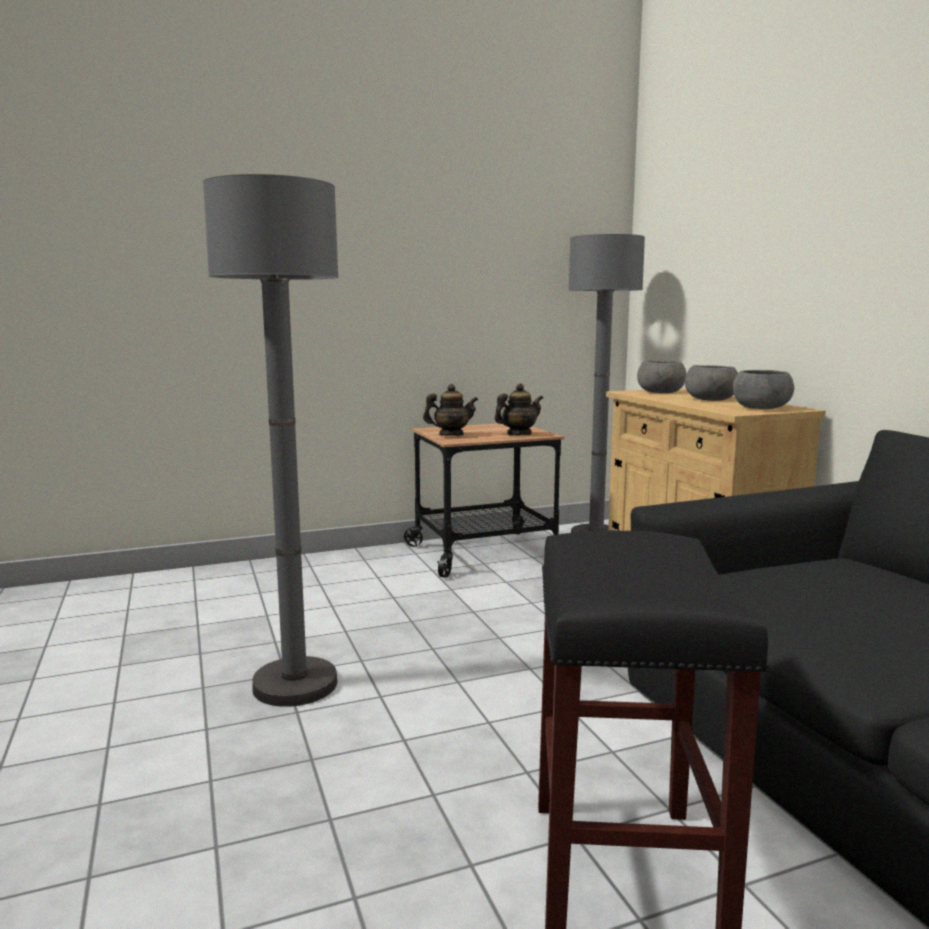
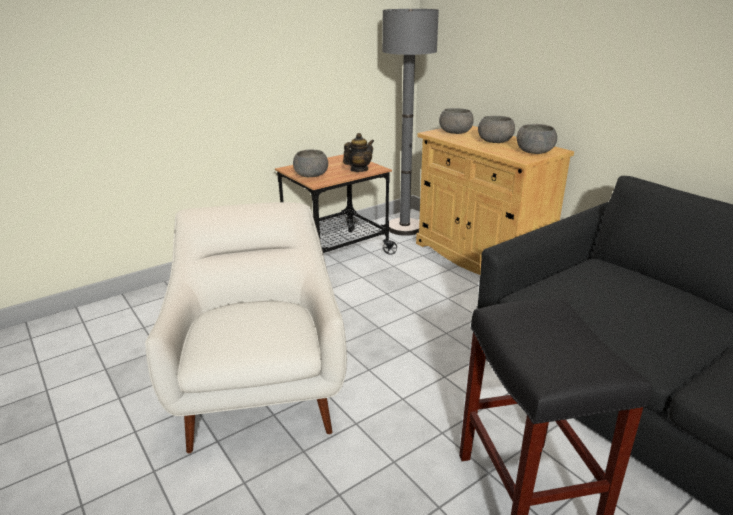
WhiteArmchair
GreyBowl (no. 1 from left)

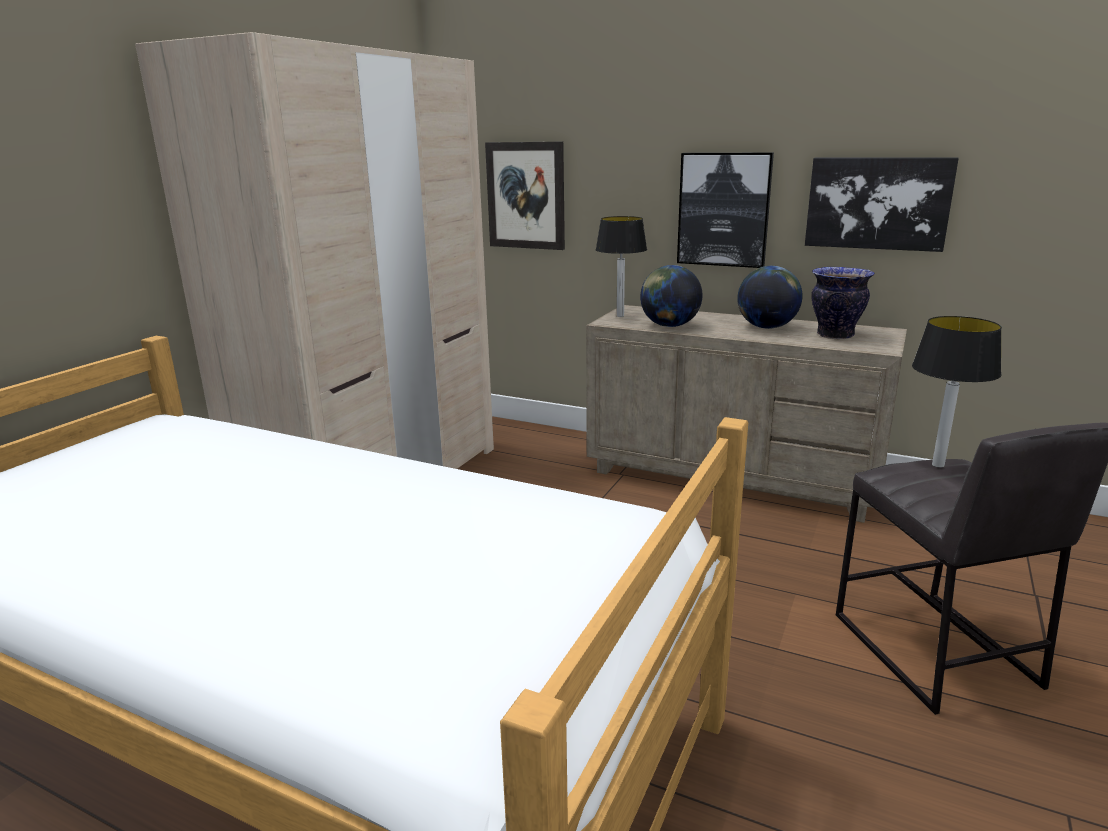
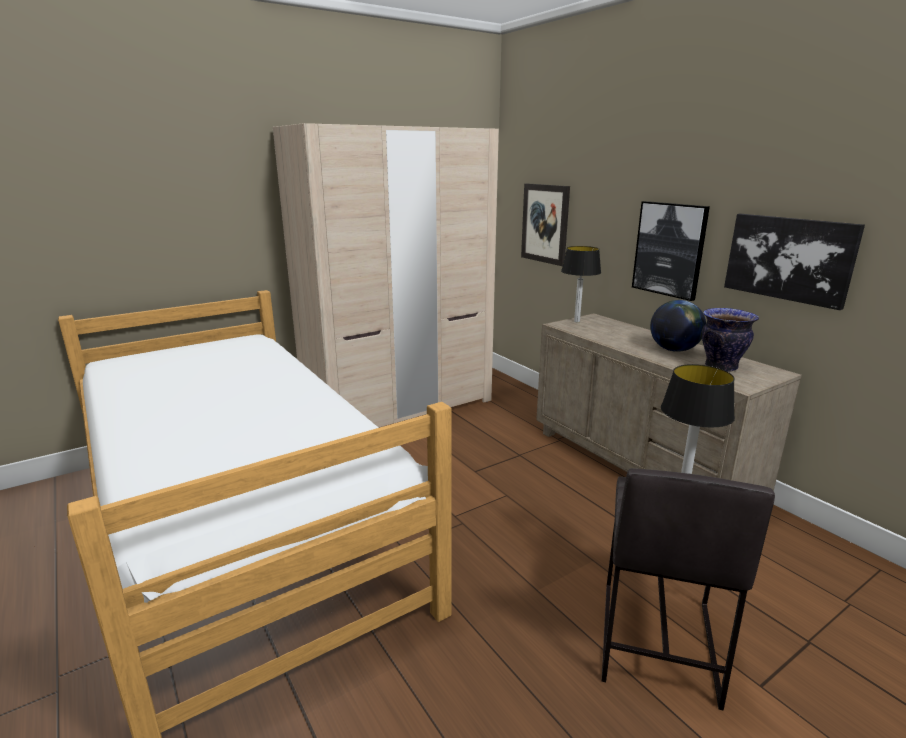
Globe (no. 1 from left in the first image)

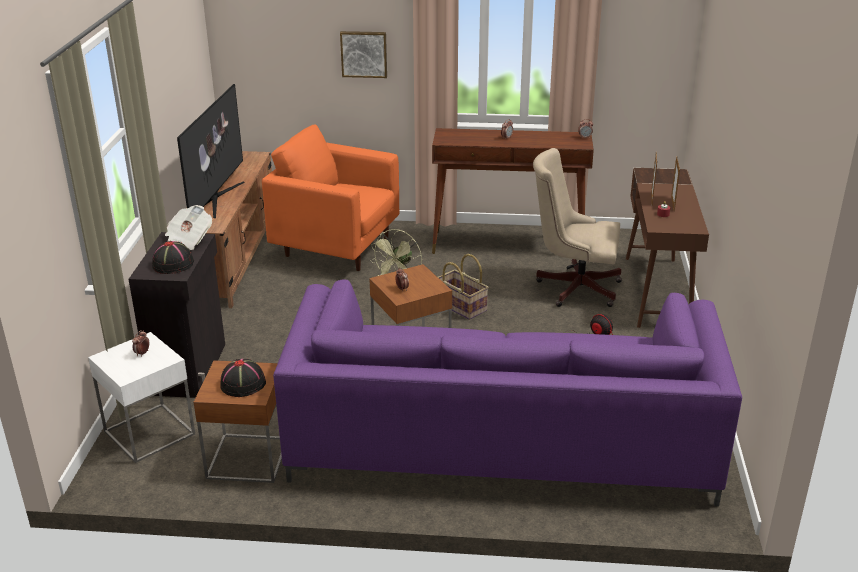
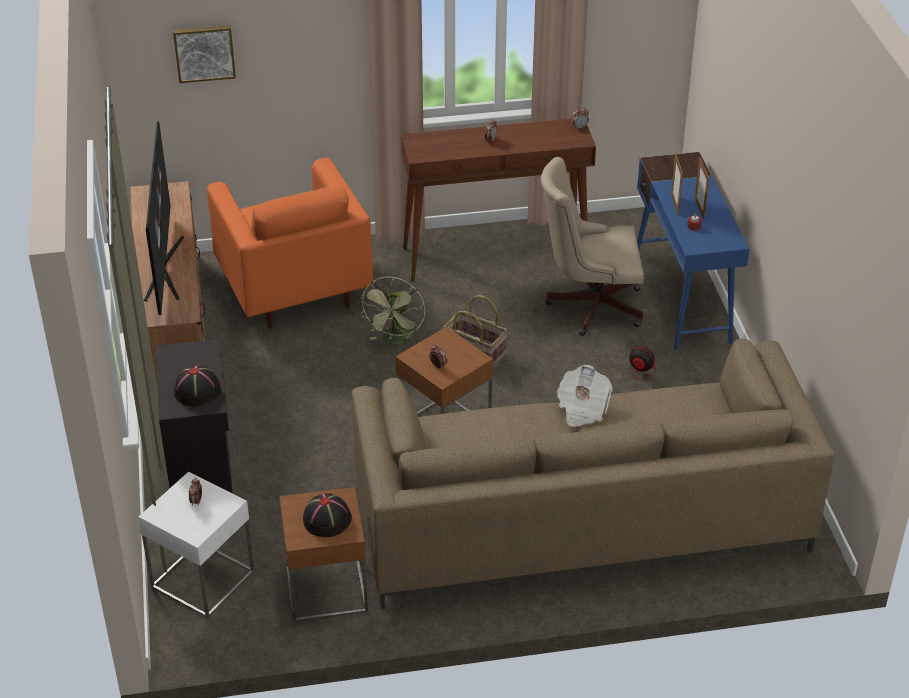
Newspaper
Picture
BrownSofa
BlueDesk
OrangeArmchair

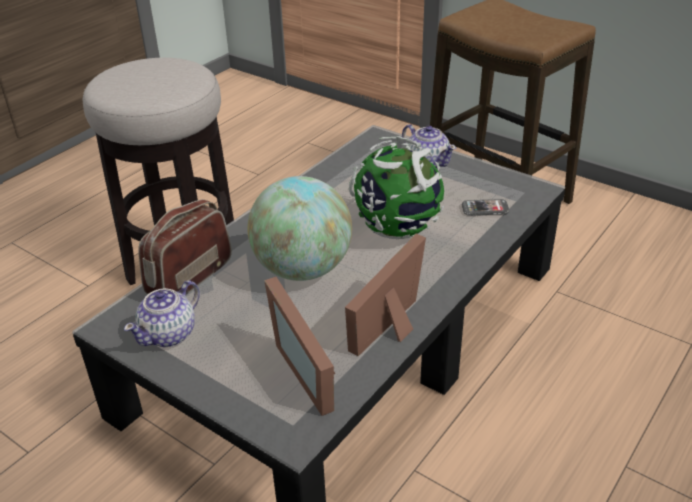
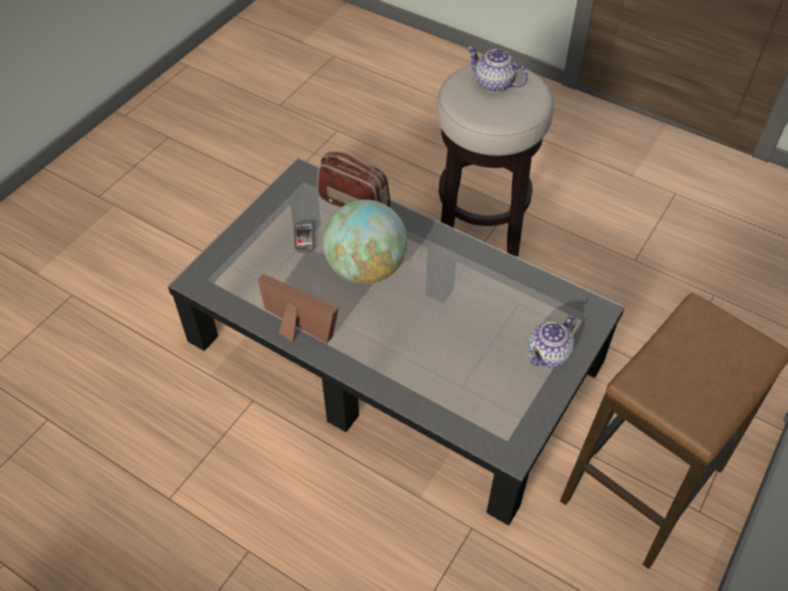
PictureFrame (no. 1 from left in the first image)
Globe (no. 2 from left in the first image)
Teapot (no. 1 from left)
Phone

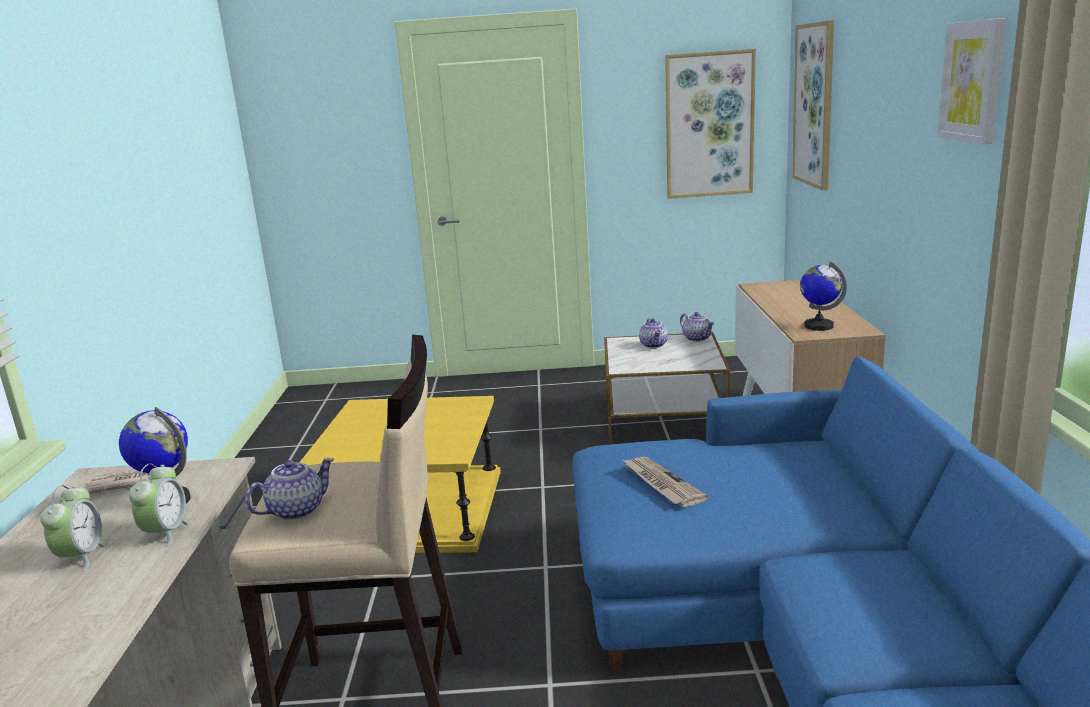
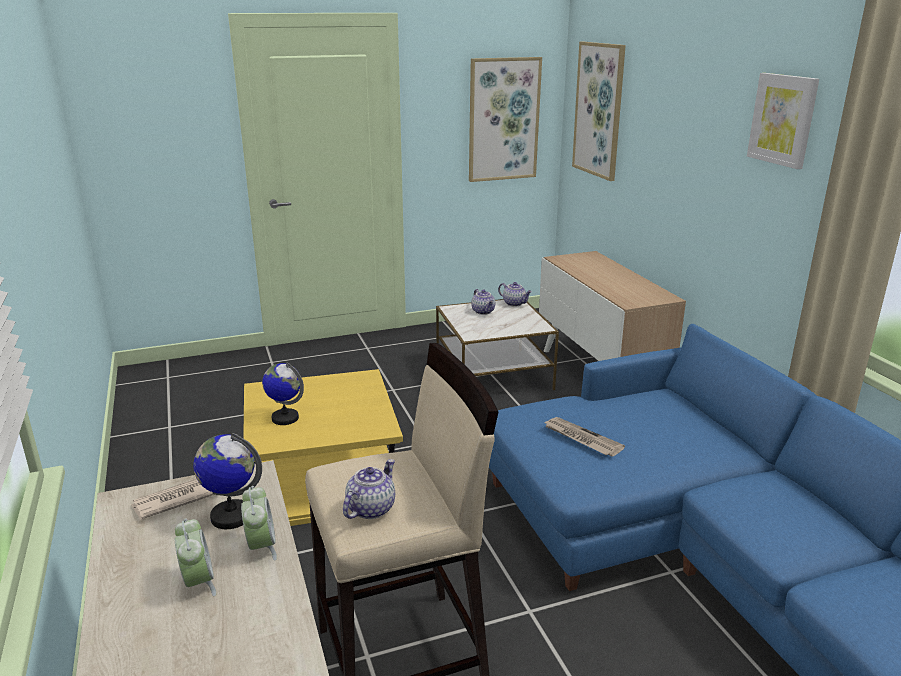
Globe (no. 2 from left)

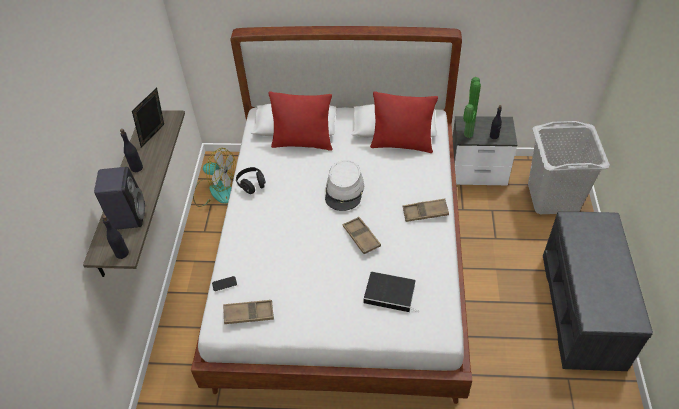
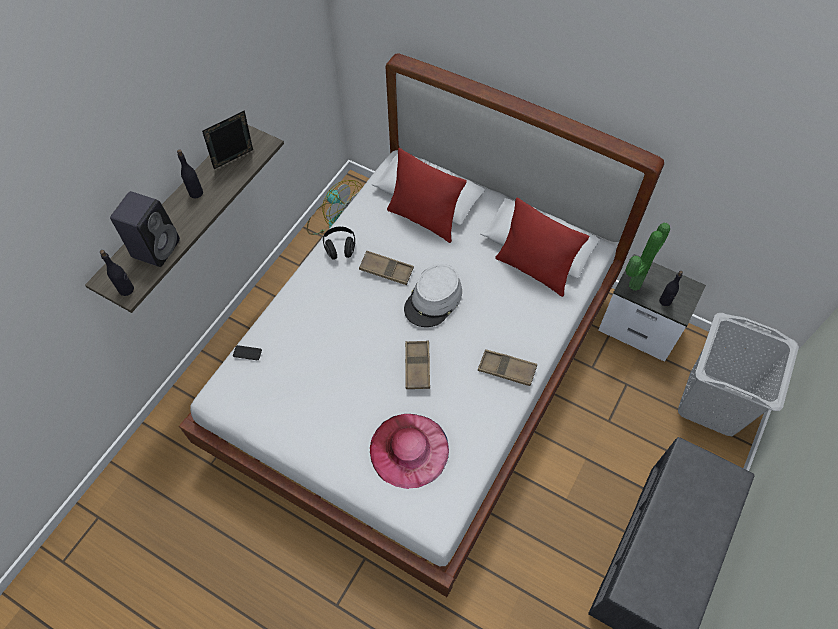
BrownTray (no. 1 from left)
PinkHat

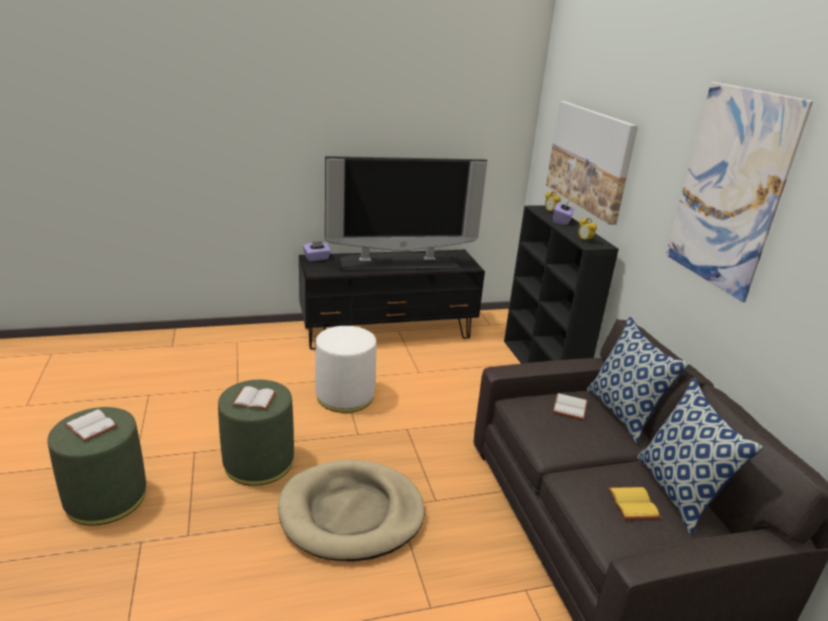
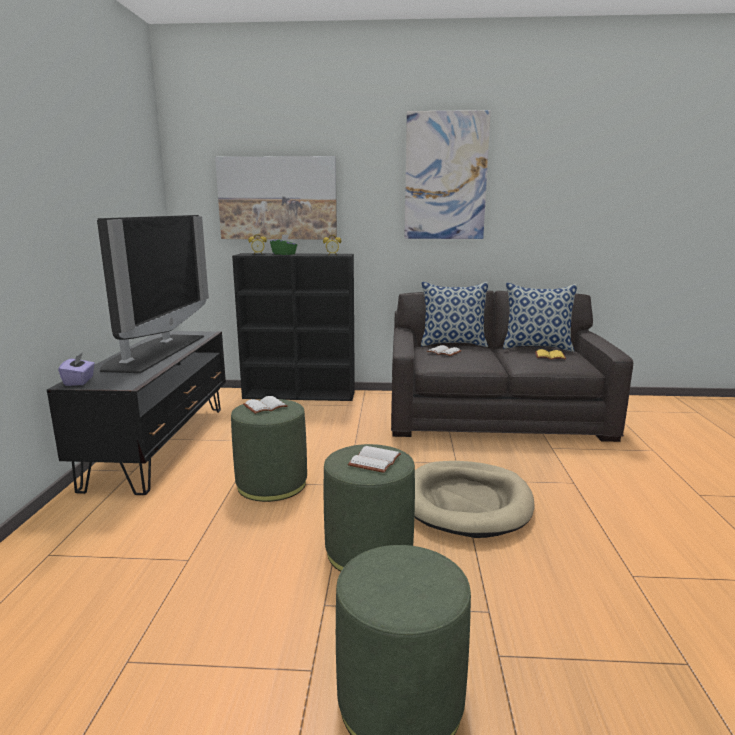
WhiteBook (no. 1 from left)
GreenOttoman (no. 1 from left)
GreenTissueBox

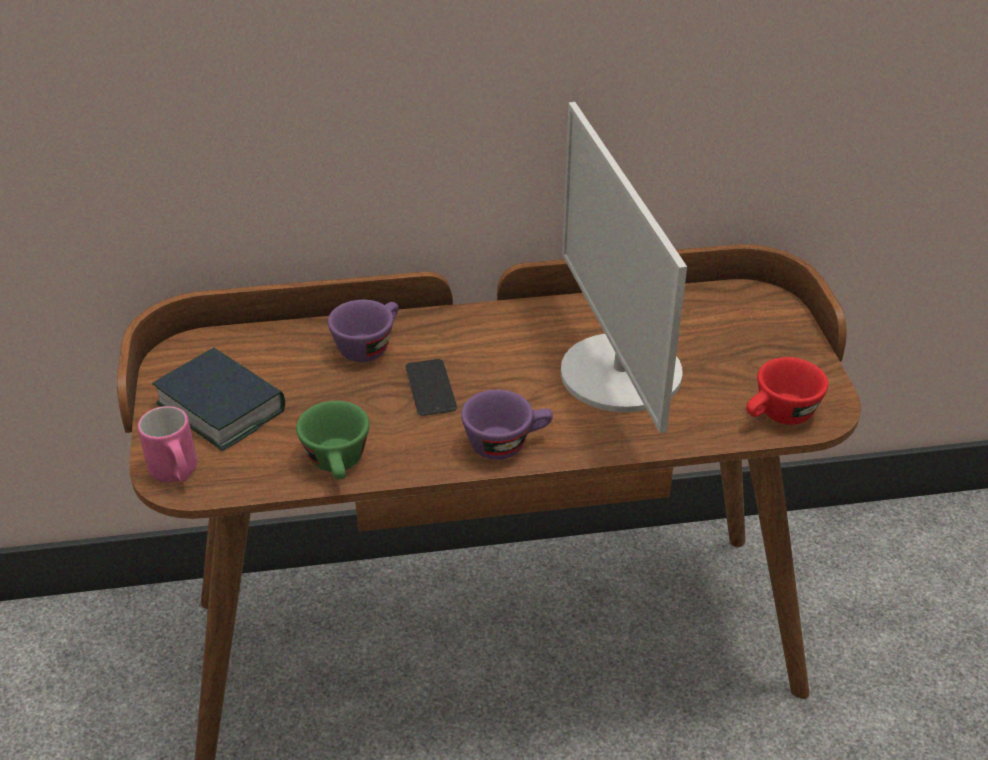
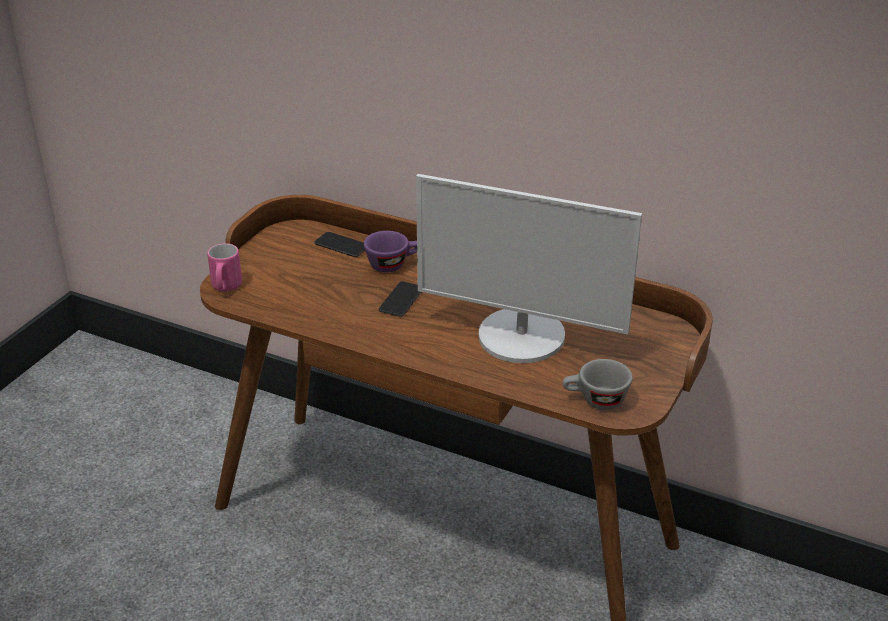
Book
GreenCup
PurpleCup (no. 2 from left in the first image)
Phone (no. 1 from left)
GreyCup
Monitor

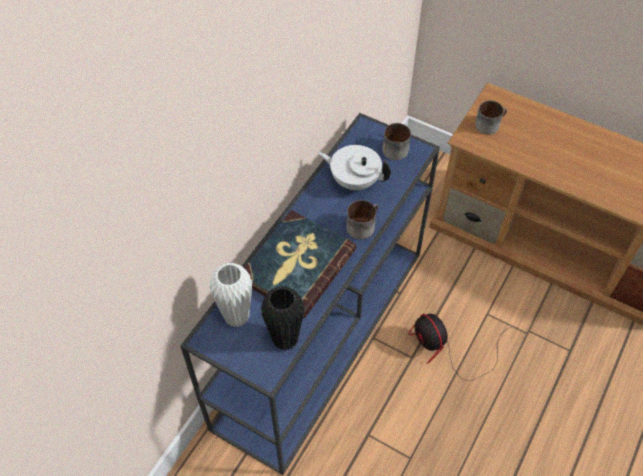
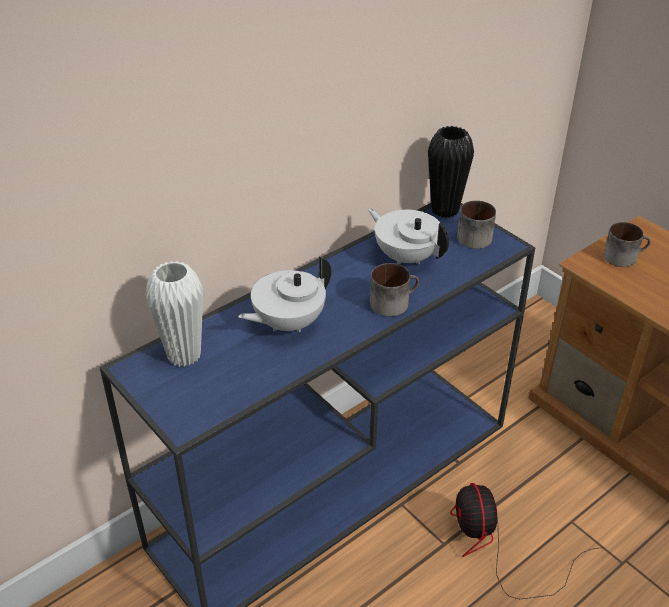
BlackVase
WhiteTeapot (no. 1 from left)

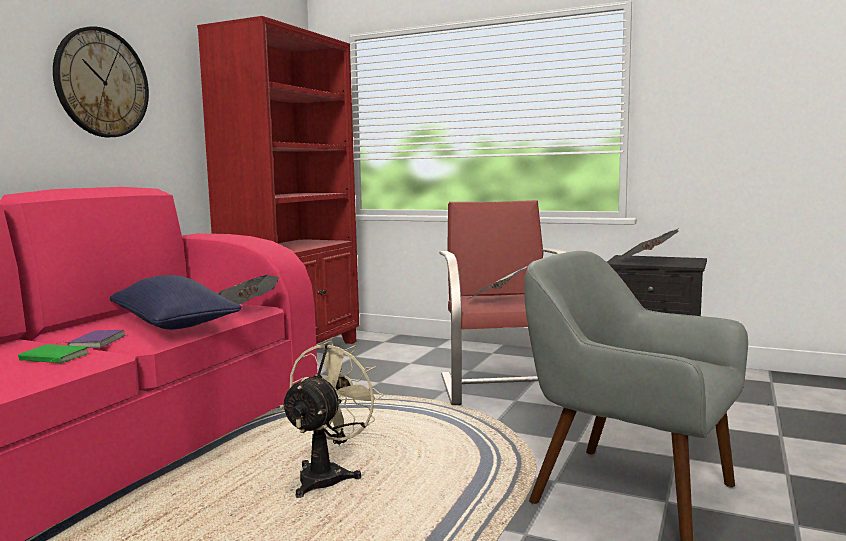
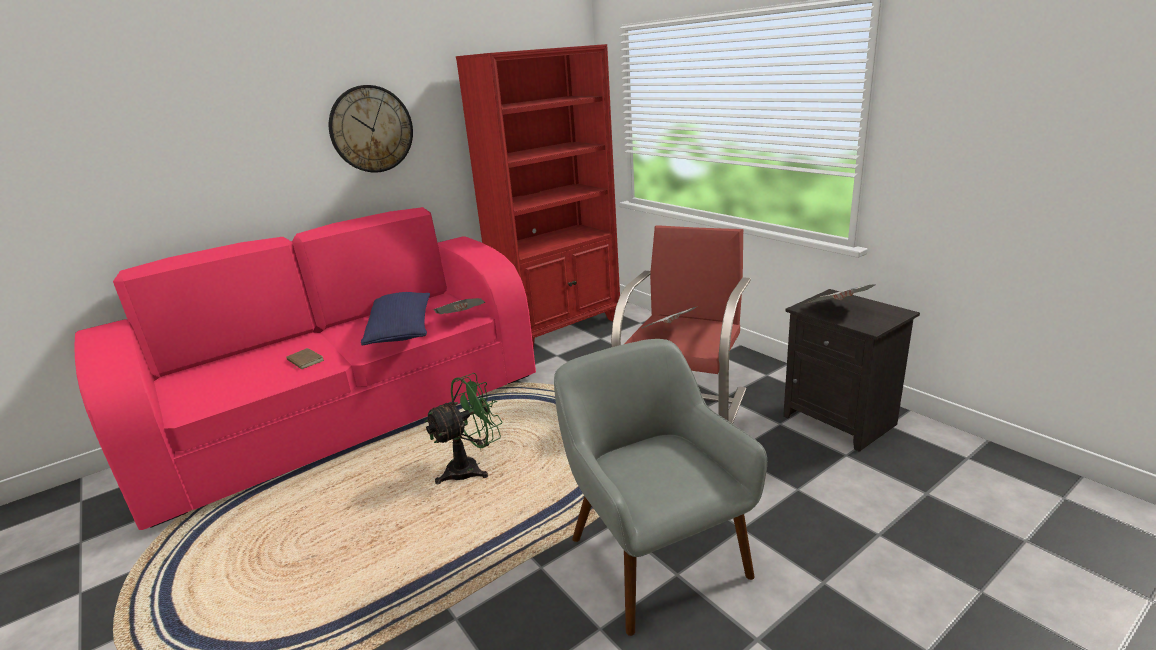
PurpleBook
BrownBook
GreenFan

